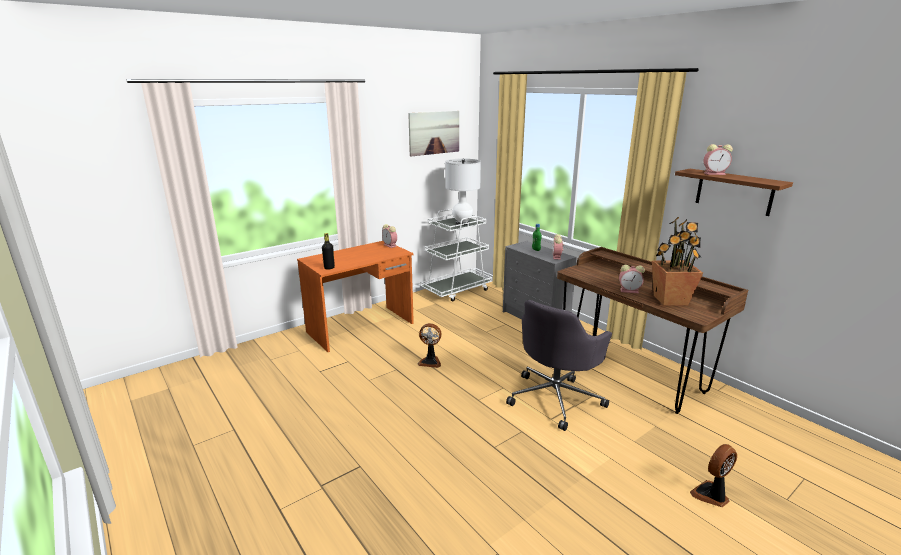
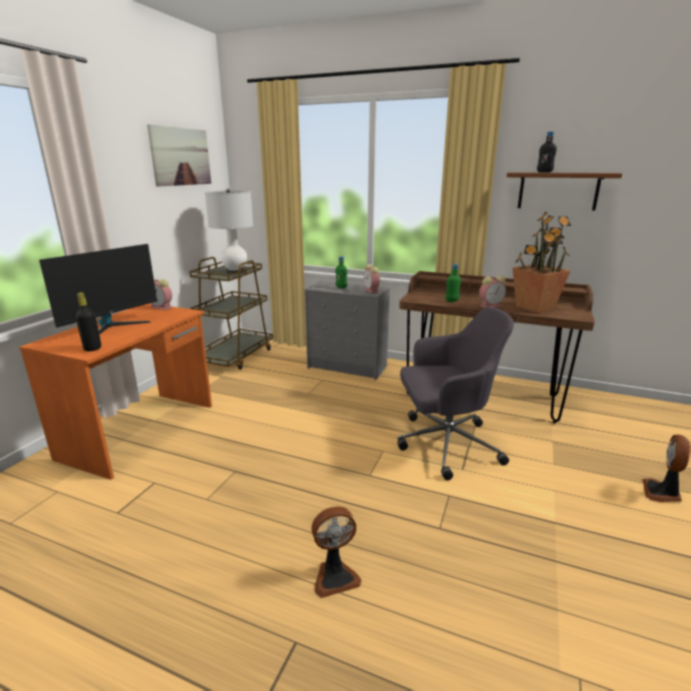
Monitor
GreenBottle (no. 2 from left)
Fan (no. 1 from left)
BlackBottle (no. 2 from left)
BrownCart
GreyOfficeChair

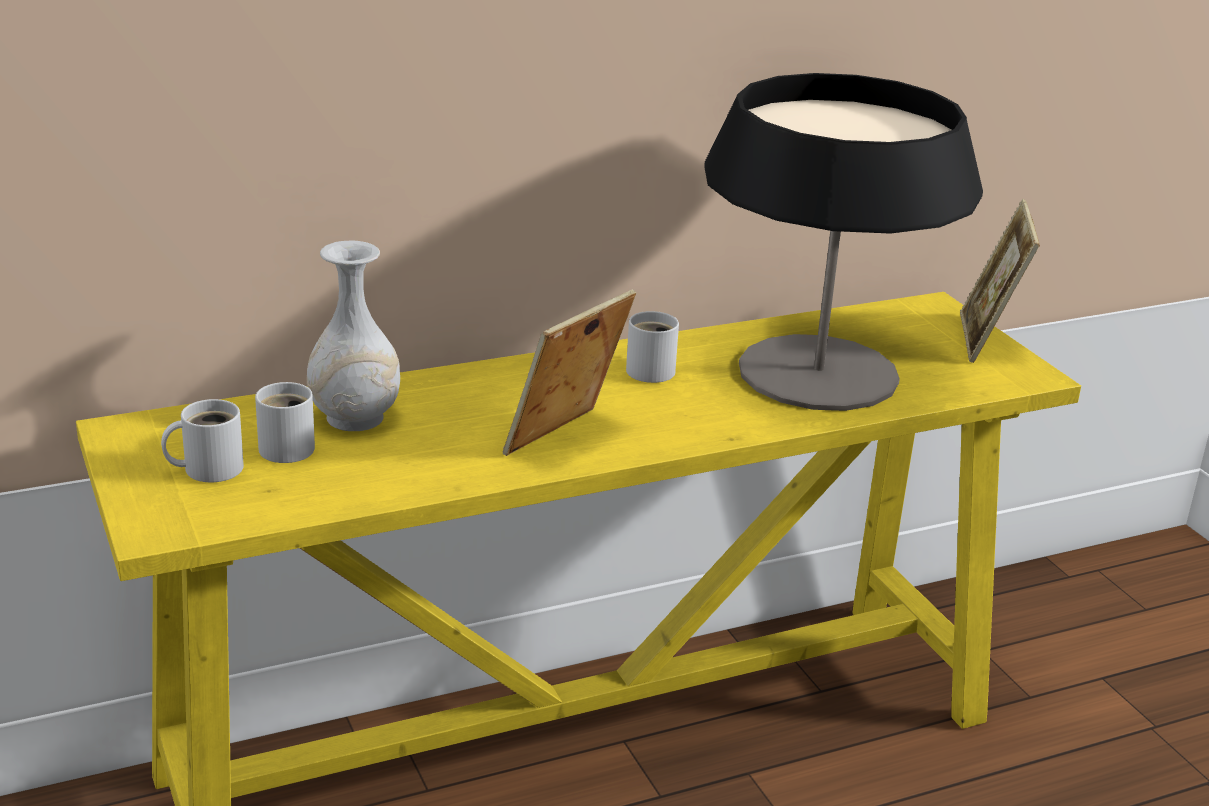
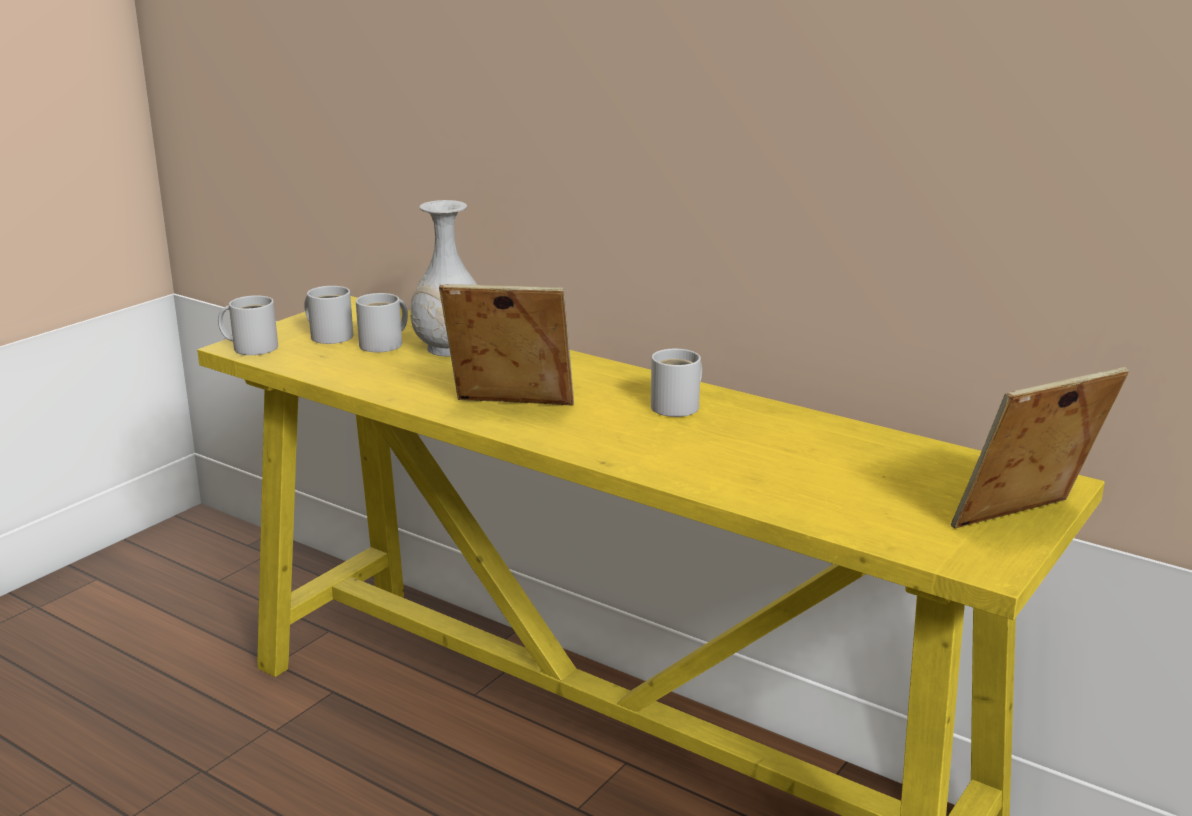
TableLamp
WhiteMug (no. 1 from left)

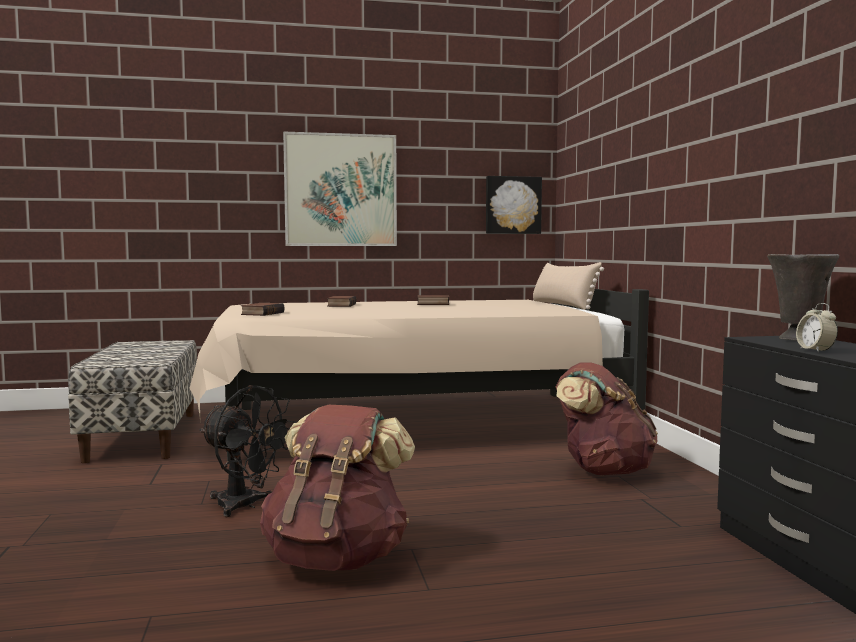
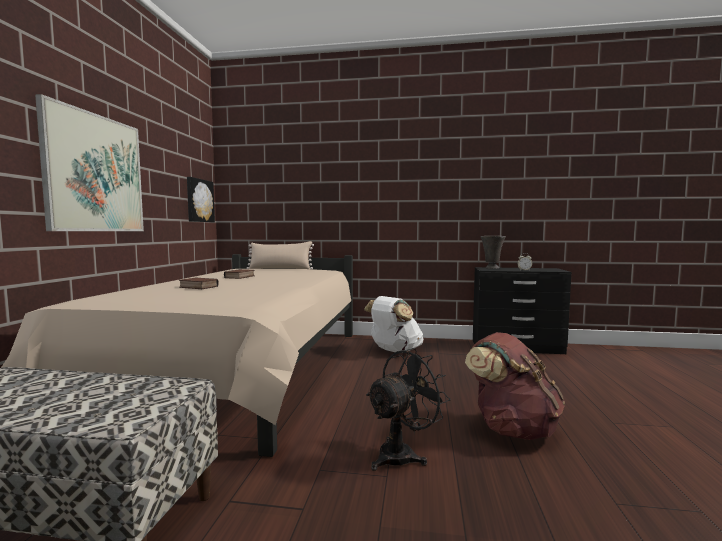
Book (no. 1 from left in the first image)
WhiteBackpack

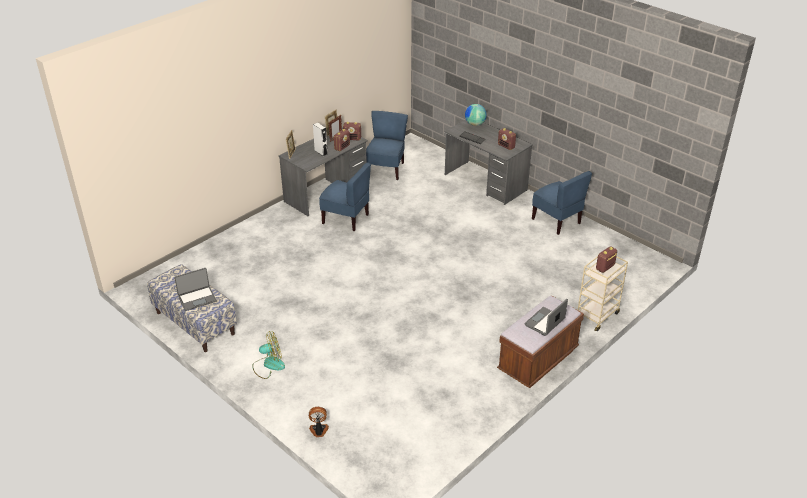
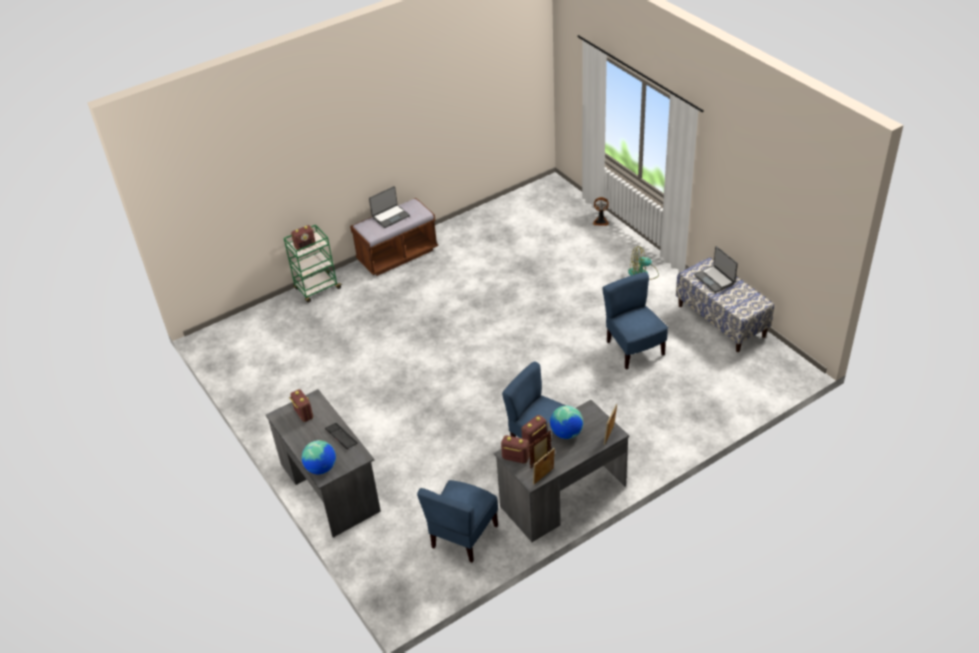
BlueChair (no. 3 from left)
Globe (no. 2 from left)
GreenCart
Laptop (no. 2 from left)

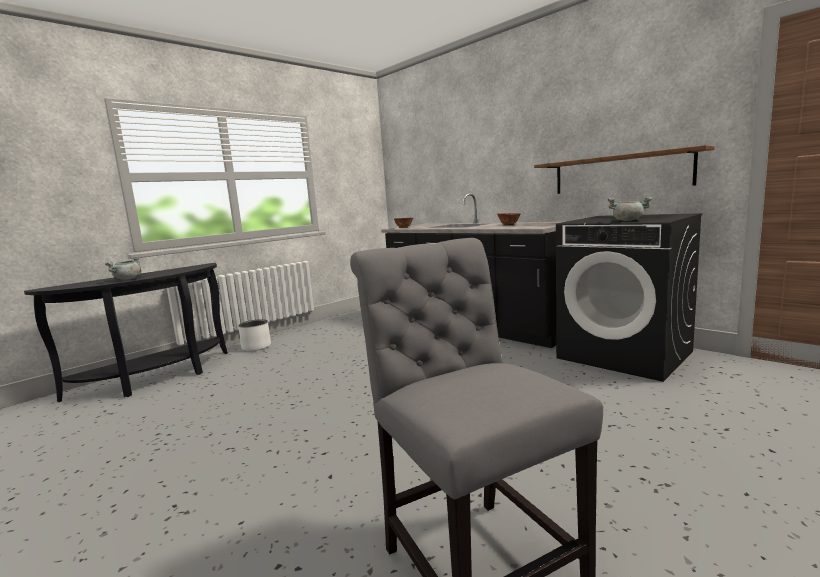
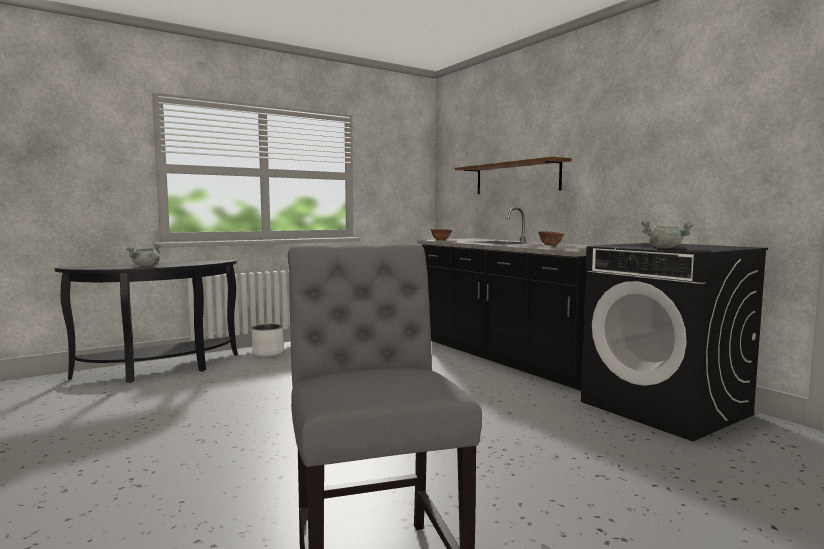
BrownShelf

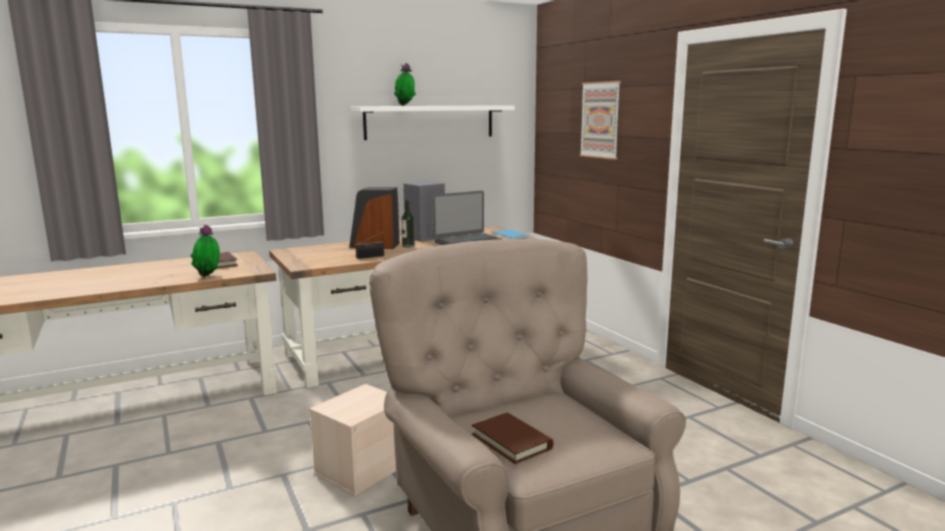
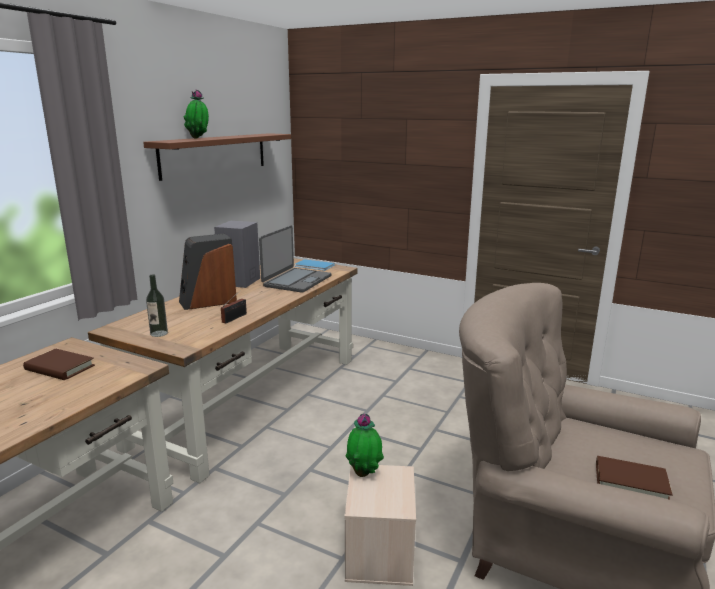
Picture
PottedPlant (no. 2 from left)
Bottle
BrownShelf

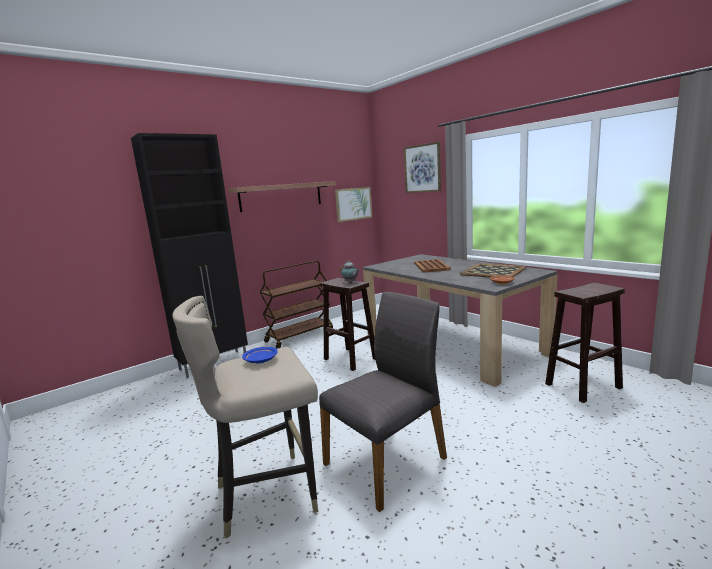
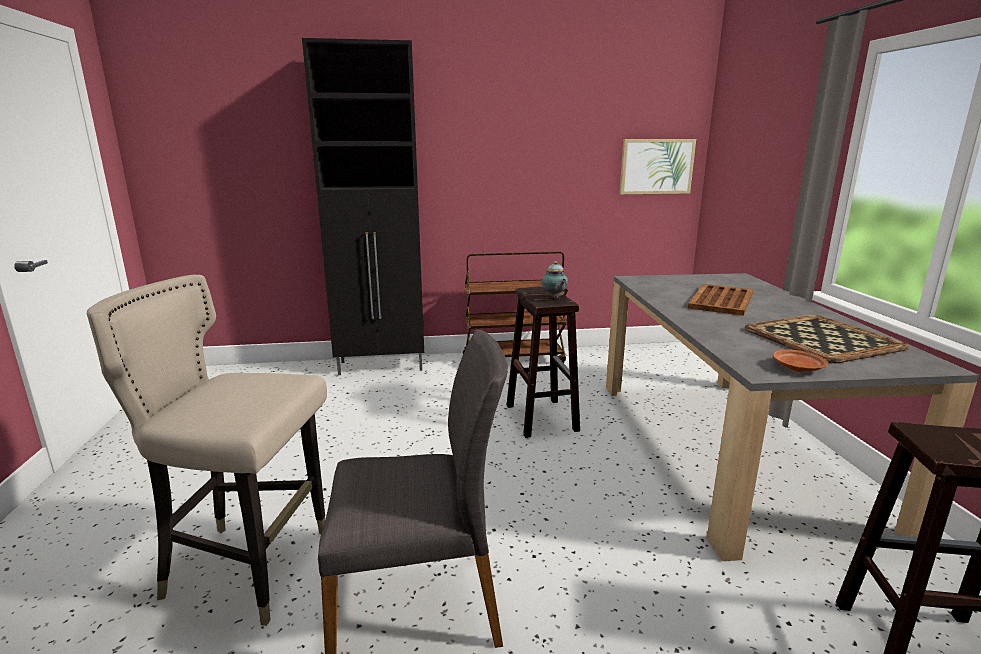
Shelf
BluePlate
Picture (no. 2 from left in the first image)

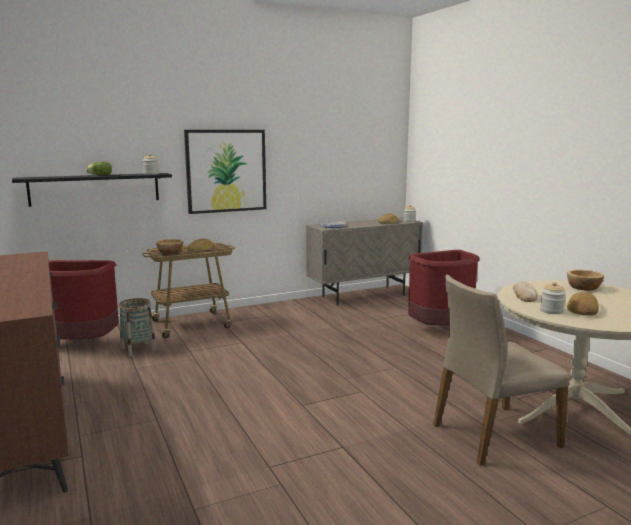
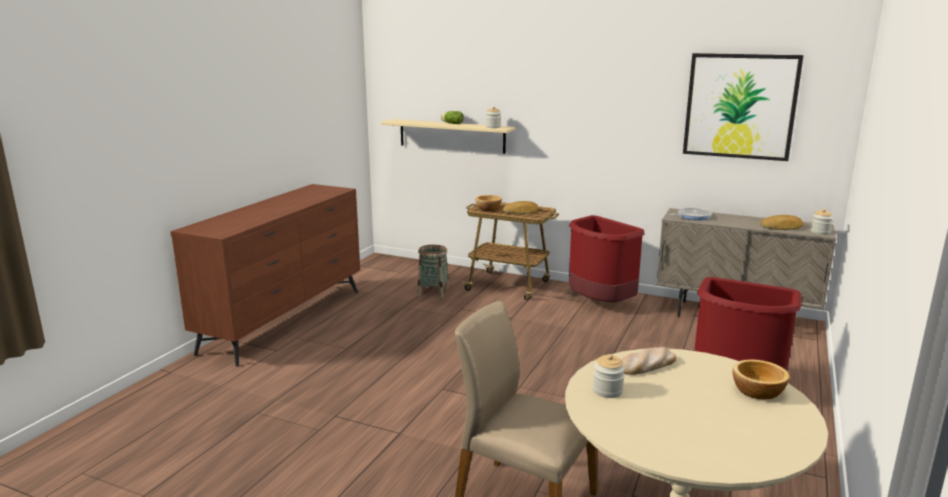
Bread (no. 4 from left in the first image)
RedTrashCan (no. 1 from left)
Picture
BeigeShelf

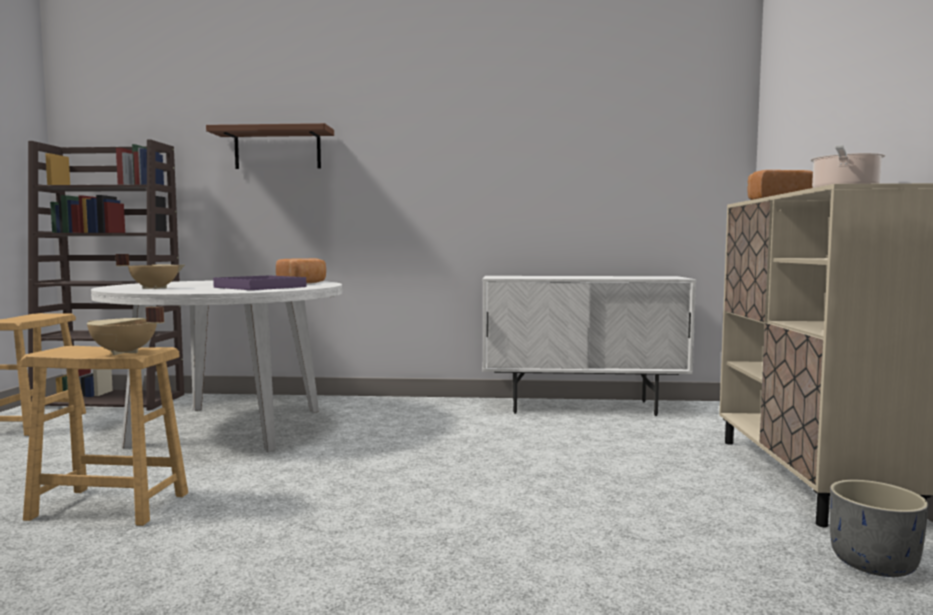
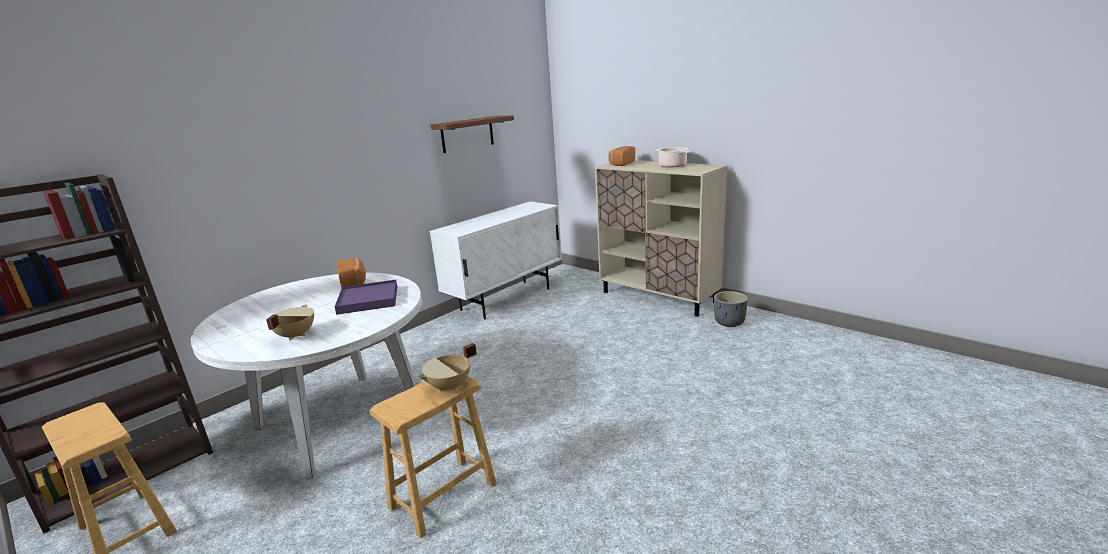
BrownShelf

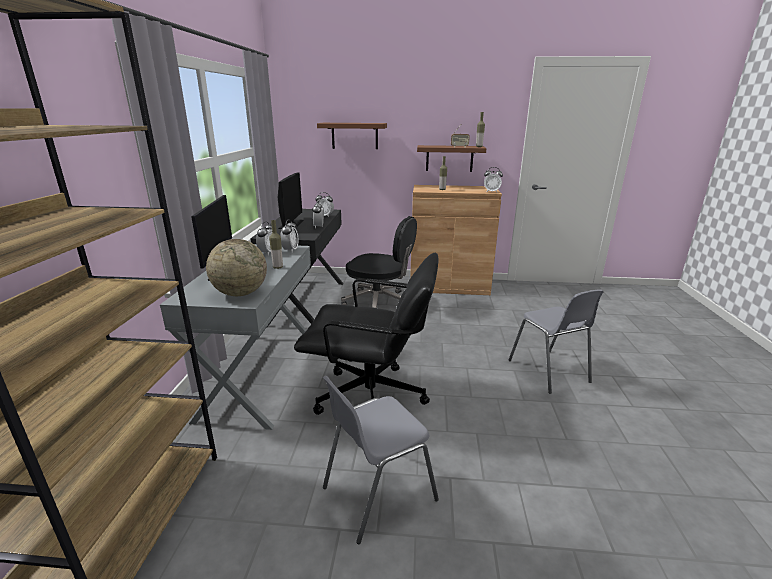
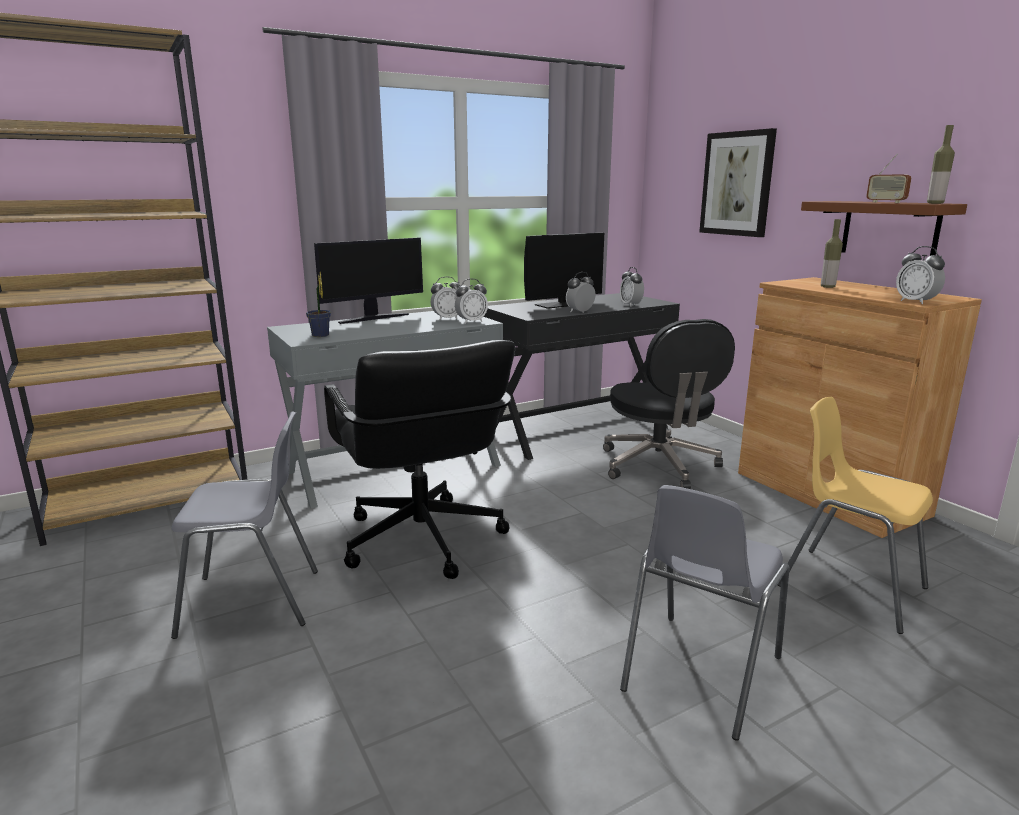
Bottle (no. 1 from left in the first image)
YellowChair
PottedPlant
Picture
GreyChair (no. 1 from left)

